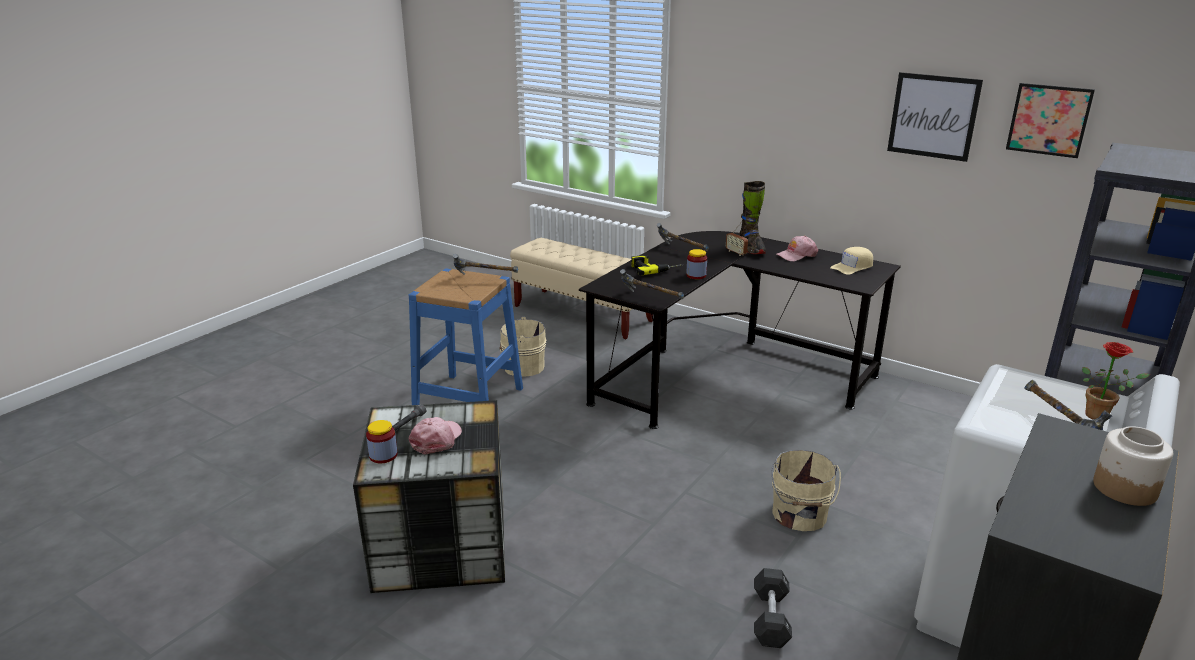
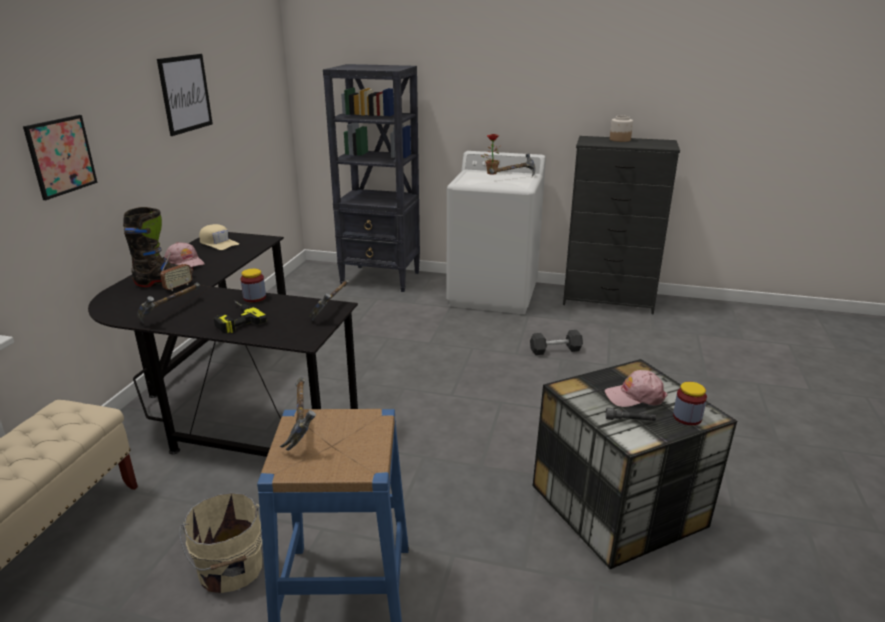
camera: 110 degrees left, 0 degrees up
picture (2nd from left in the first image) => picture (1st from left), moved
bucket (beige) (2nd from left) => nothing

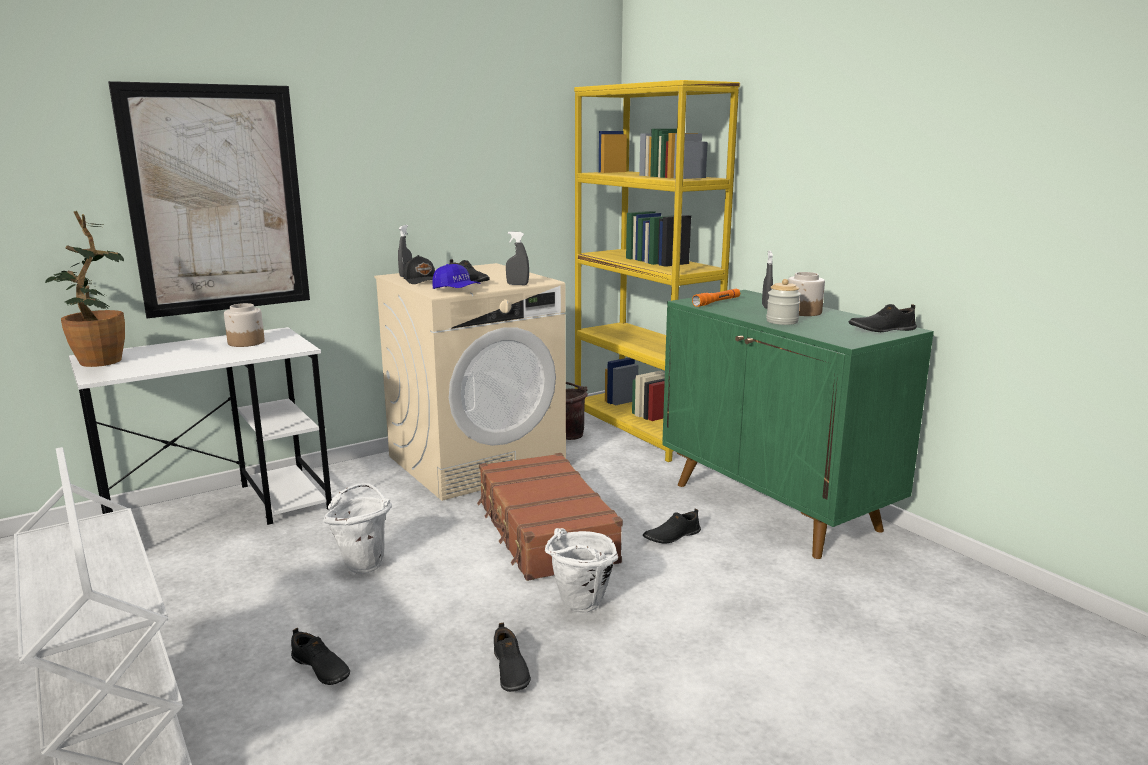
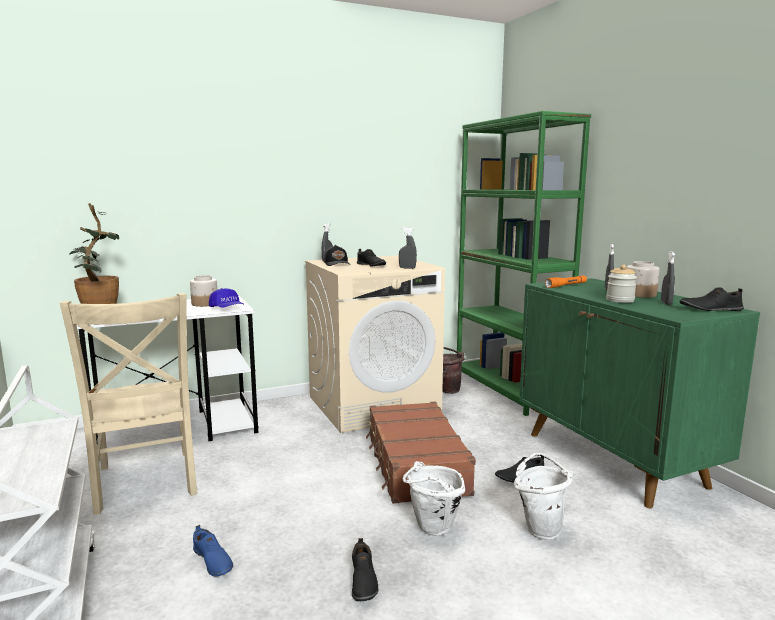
camera: 10 degrees right, 5 degrees down
bookcase (yellow) => bookcase (green)
picture => nothing
cap (blue), moved
bucket (white) (1st from left in the first image) => bucket (white) (2nd from left), moved
shoe (black) (1st from left) => shoe (blue)
nothing => spray bottle (grey) (4th from left)
nothing => chair (beige)

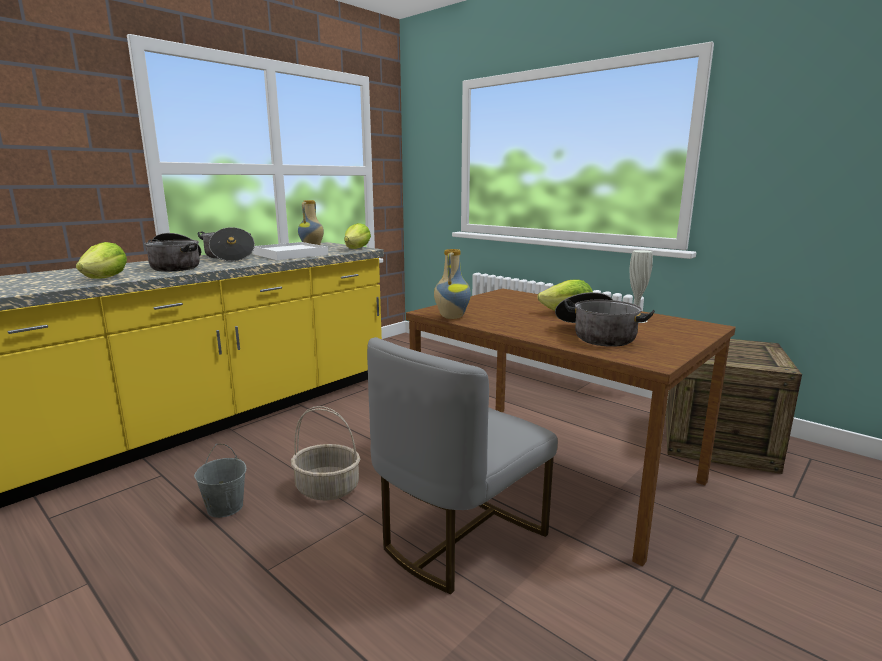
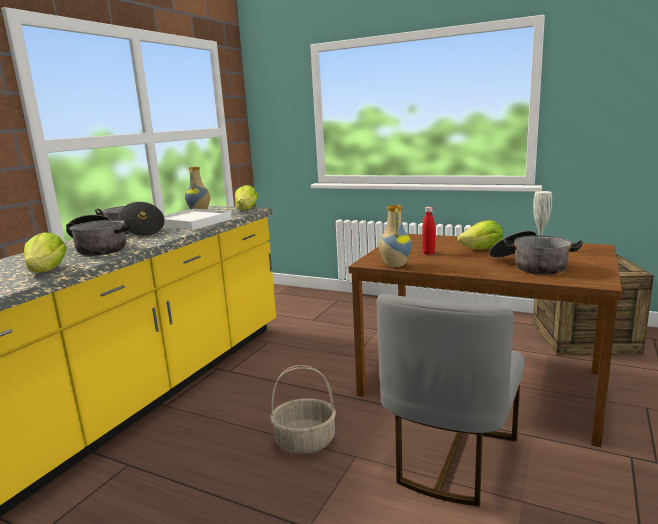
camera: 15 degrees left, 0 degrees up
bucket (grey) => nothing
nothing => bottle (red)

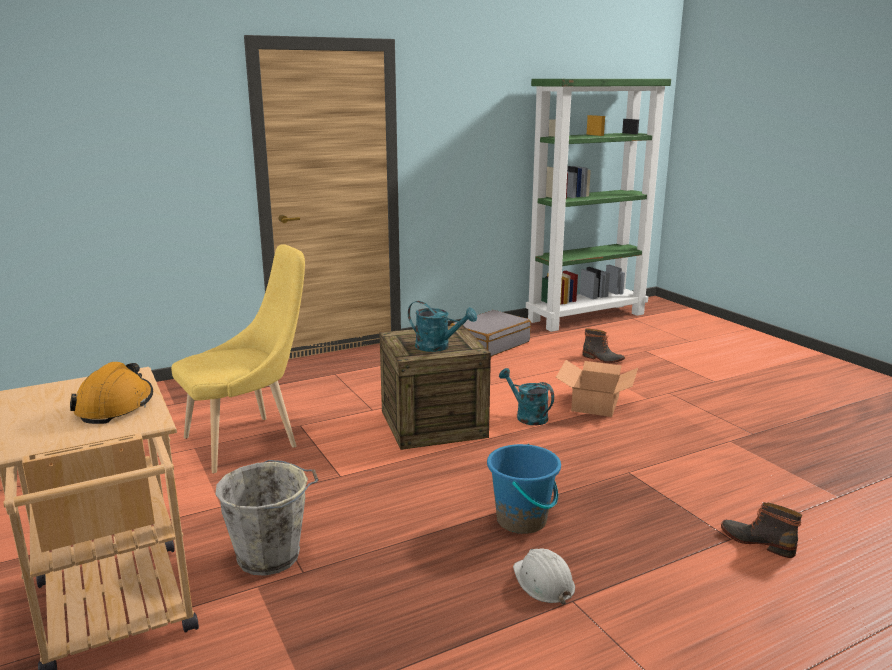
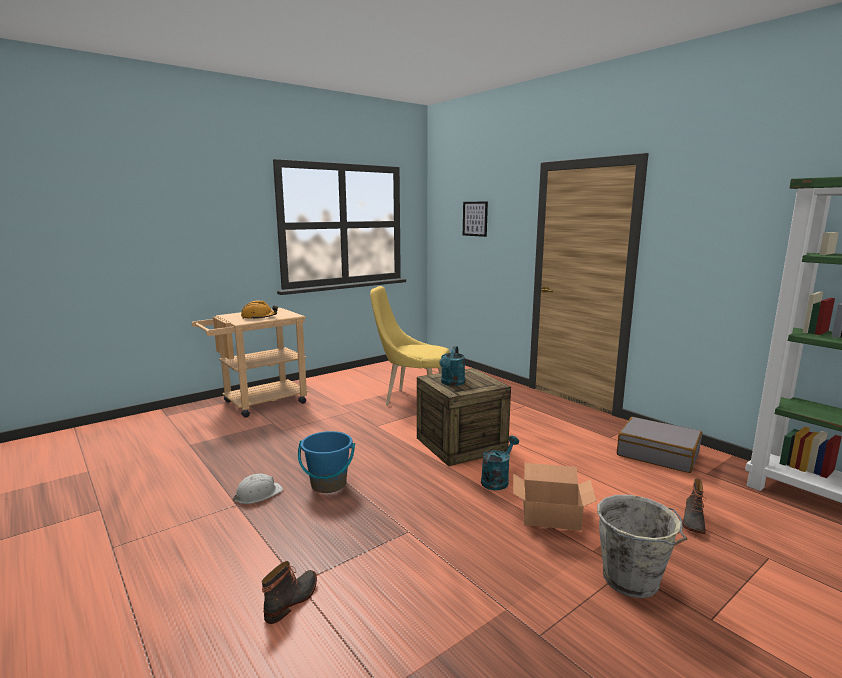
camera: 80 degrees right, 5 degrees down
chair (yellow), 150 degrees clockwise
bucket (grey), moved
nothing => picture

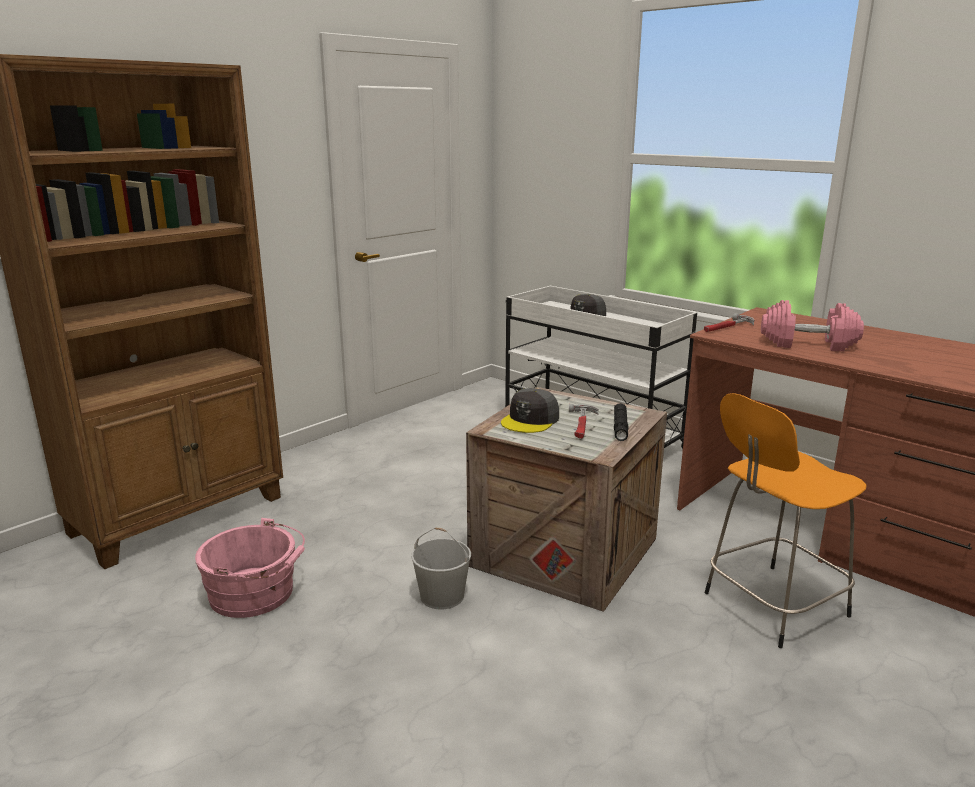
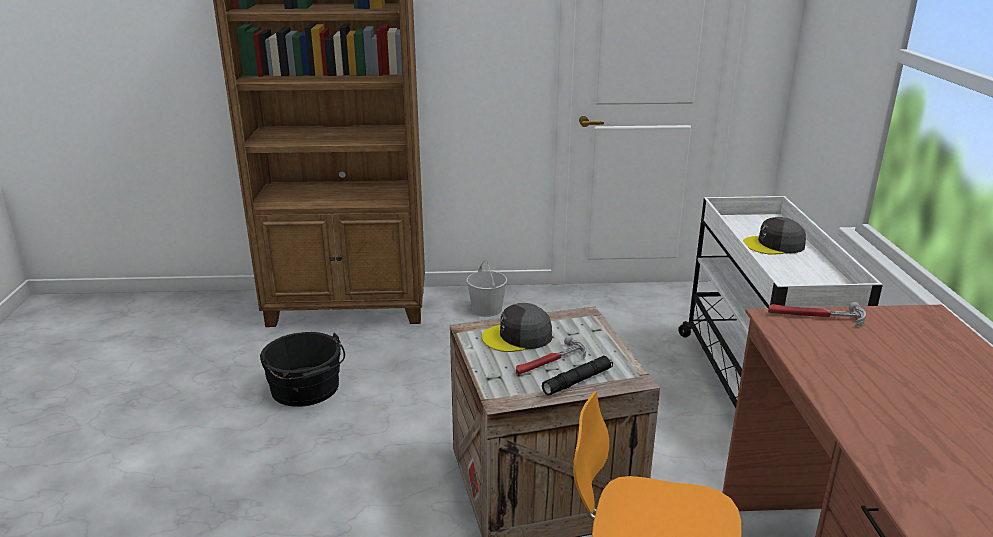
camera: 45 degrees right, 5 degrees up
dumbbell (pink) => nothing
bucket (pink) => bucket (black)
bucket (white), moved

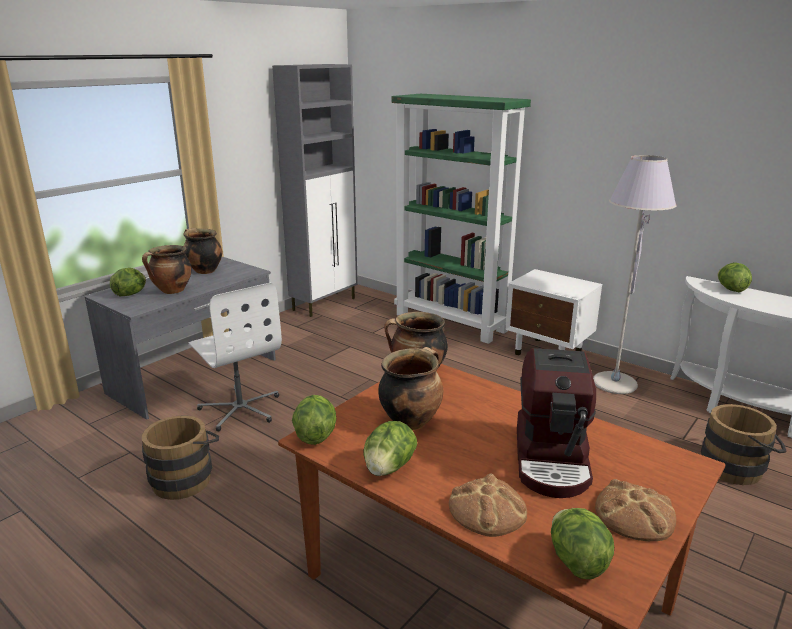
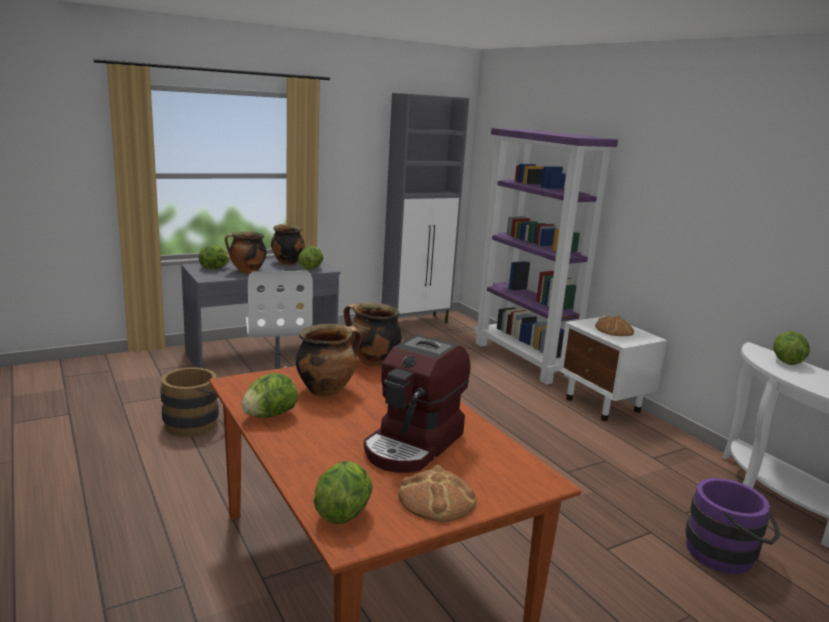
camera: 20 degrees right, 5 degrees down
bookcase (green) => bookcase (purple)
floor lamp (grey) => nothing
lettuce (2nd from left in the first image) => lettuce (3rd from left), moved
bucket (brown) (2nd from left) => bucket (purple)
bread (1st from left in the first image) => bread (2nd from left), moved

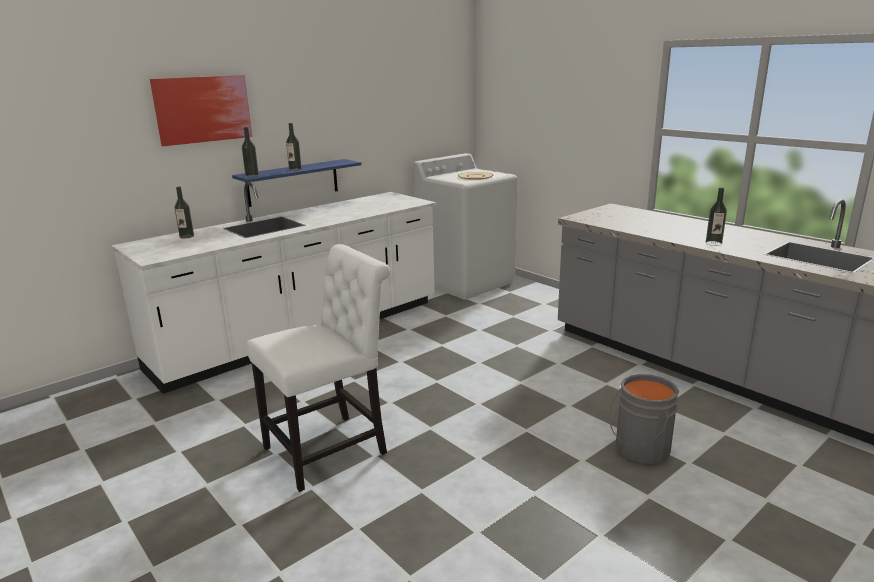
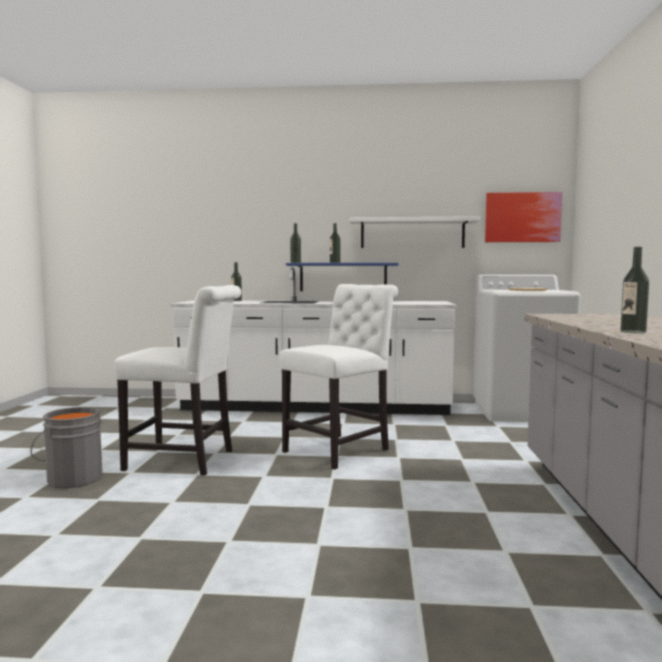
camera: 45 degrees right, 15 degrees down
picture, moved
bucket (grey), moved
nothing => shelf (white)
nothing => chair (white) (2nd from left)

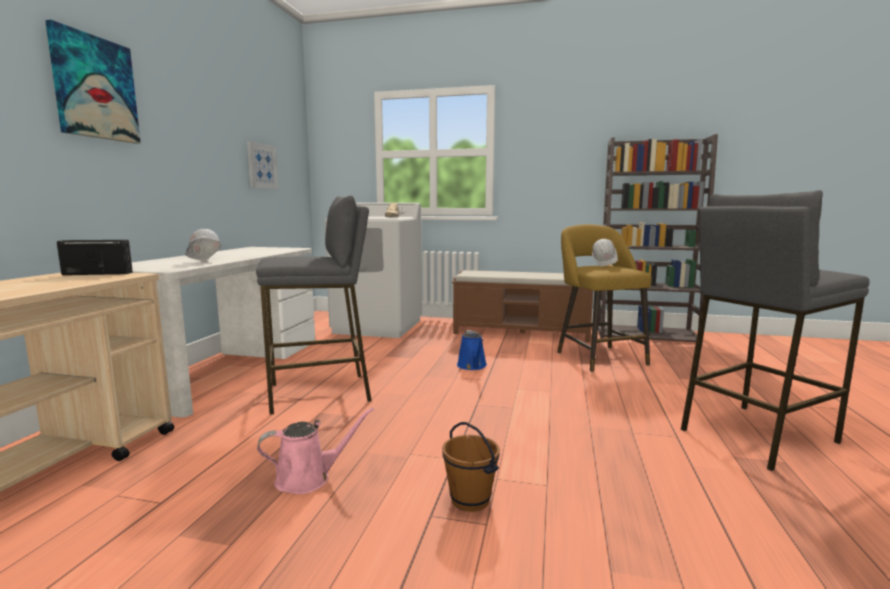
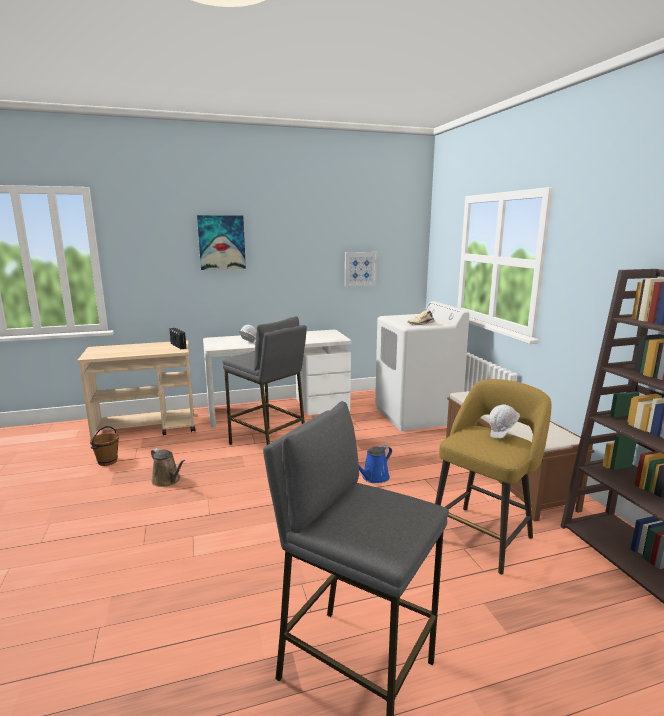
camera: 60 degrees right, 5 degrees up
watering can (pink) => watering can (brown)
bucket (brown), moved

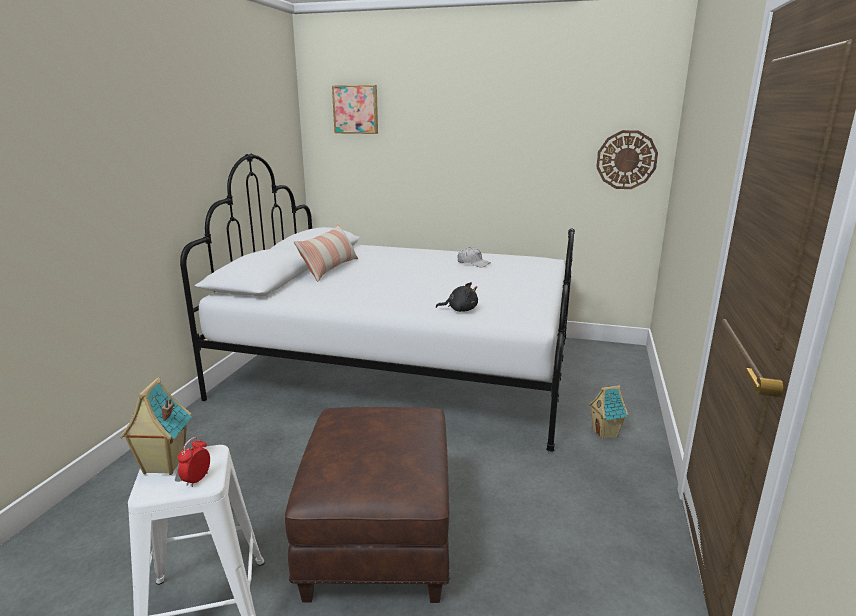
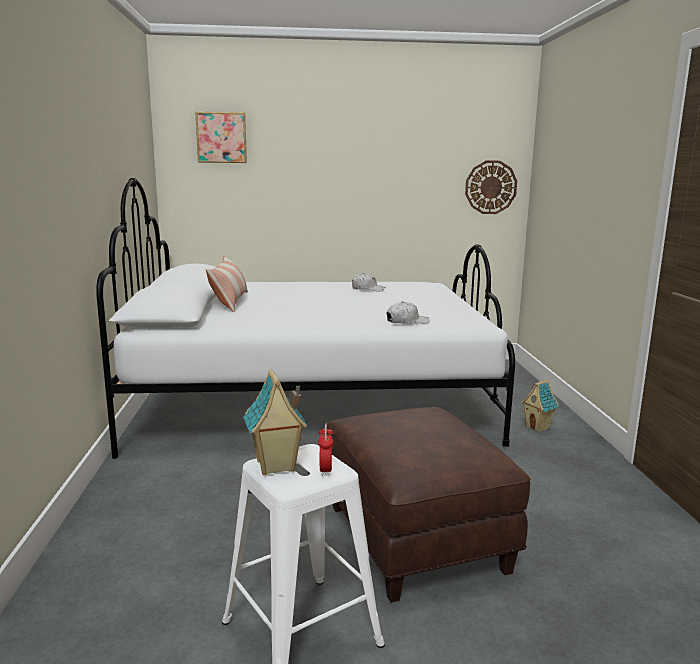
camera: 20 degrees left, 5 degrees down
plush toy (black) => cap (white) (2nd from left)

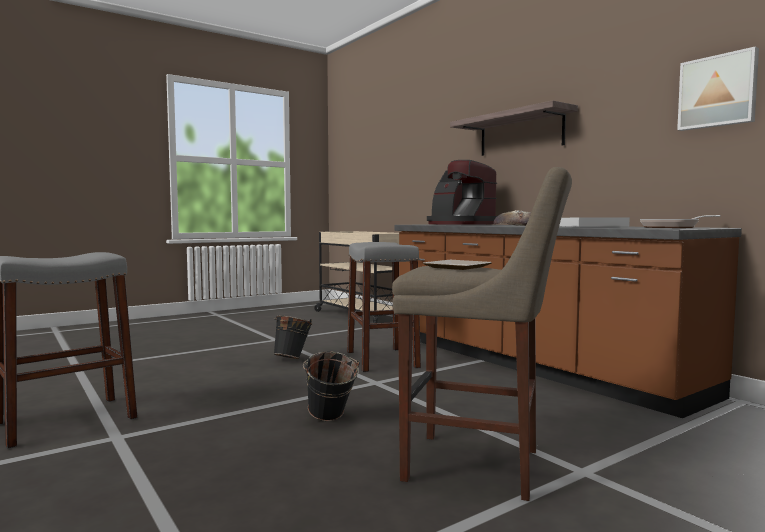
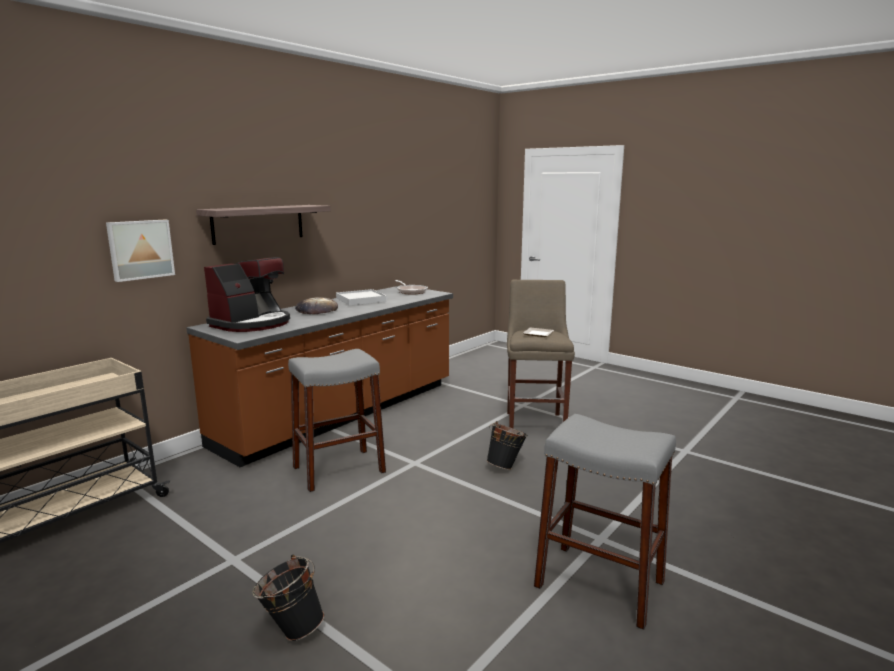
camera: 105 degrees left, 10 degrees up
picture, moved
bucket (black) (1st from left), moved

